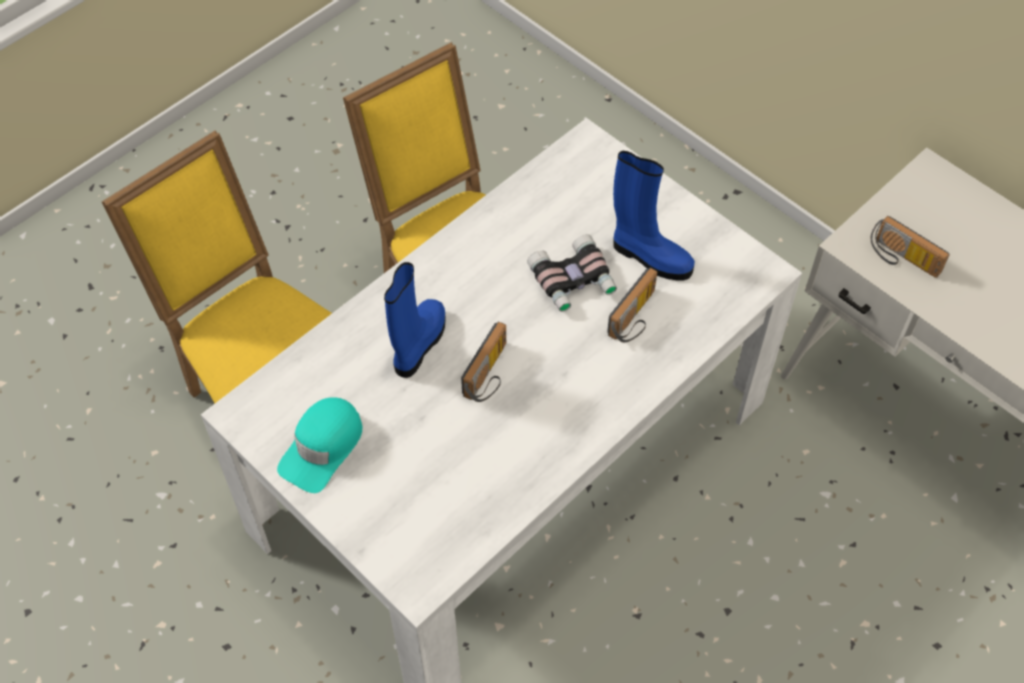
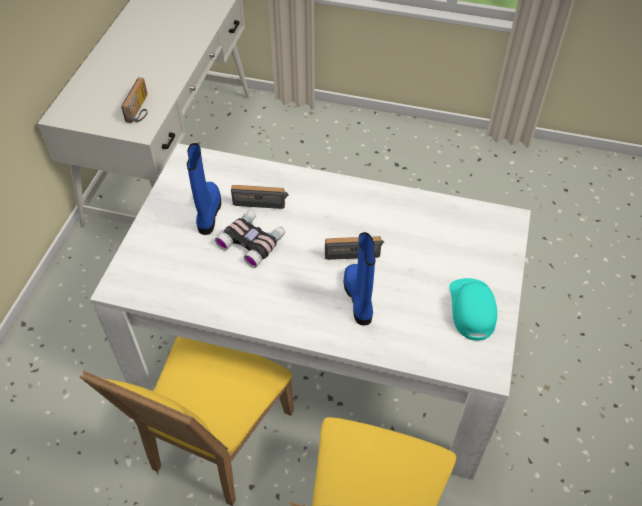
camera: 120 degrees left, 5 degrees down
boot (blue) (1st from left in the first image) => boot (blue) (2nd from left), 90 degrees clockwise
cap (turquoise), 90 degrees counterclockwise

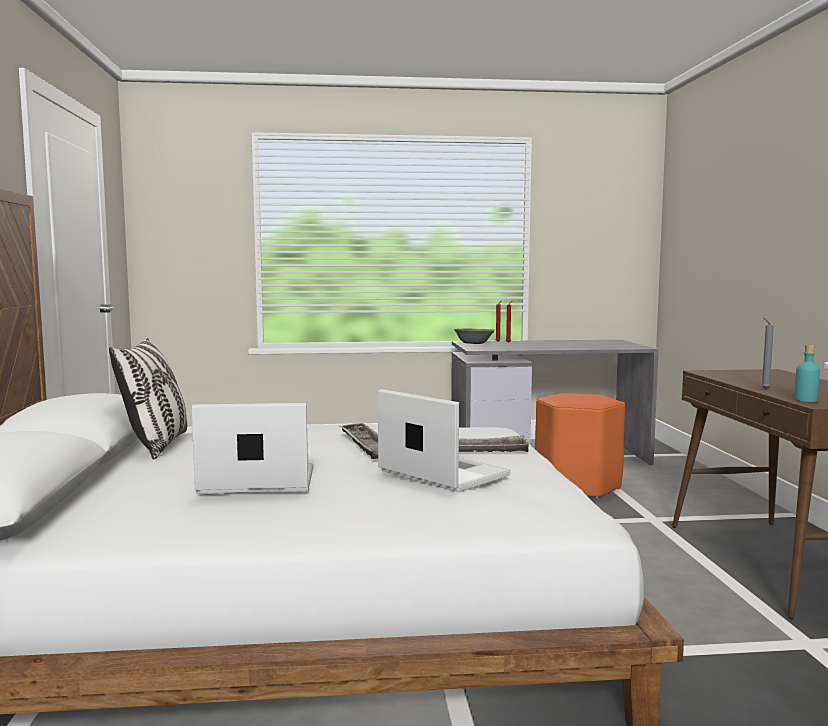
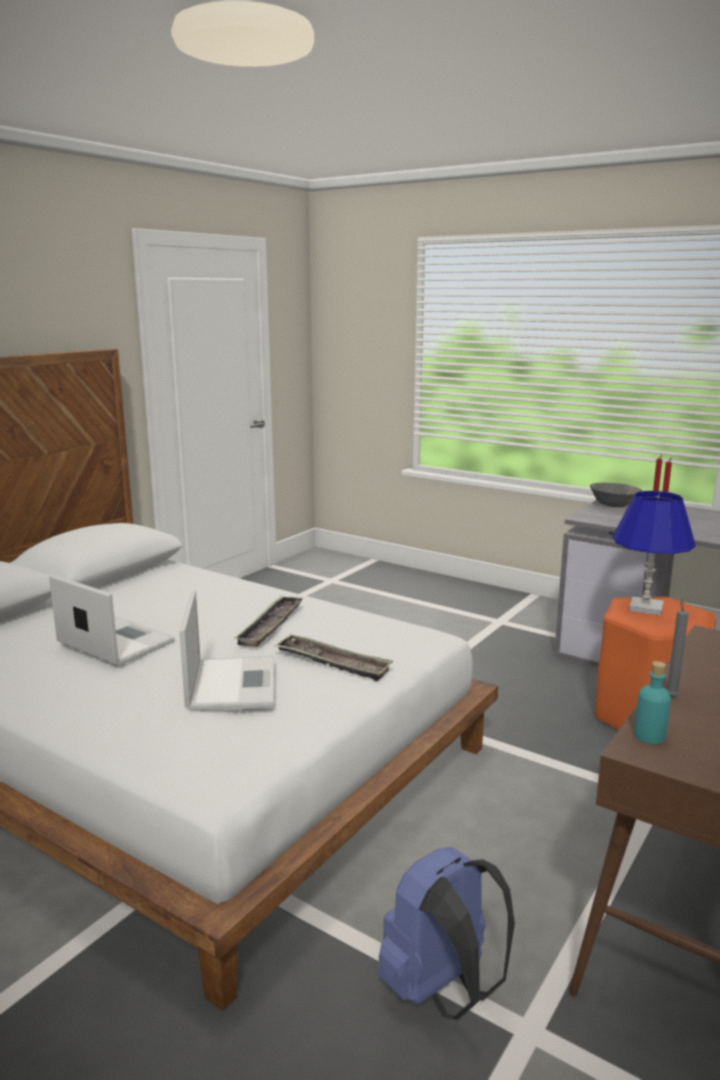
camera: 40 degrees right, 10 degrees up
pillow => nothing
nothing => table lamp (blue)
nothing => backpack (blue)

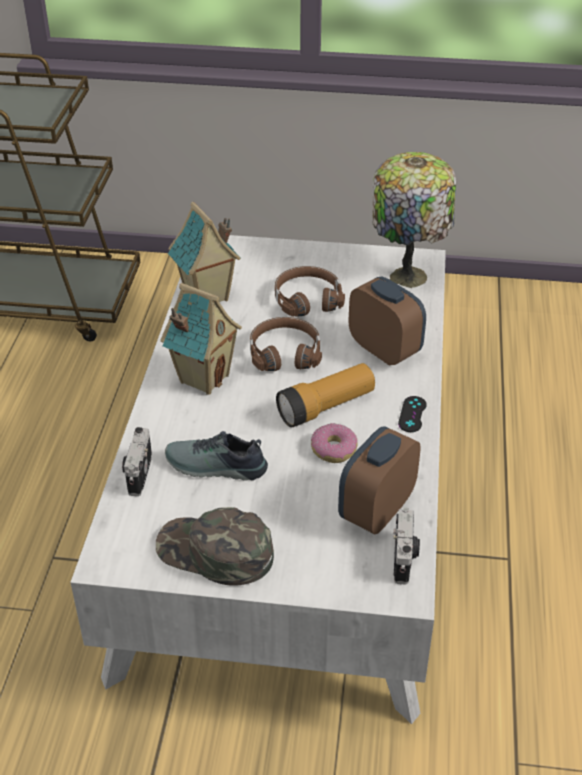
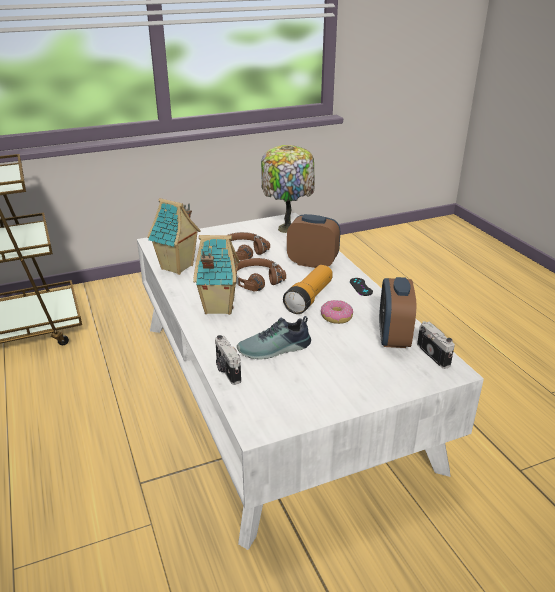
camera: 30 degrees left, 10 degrees down
cap (green) => nothing

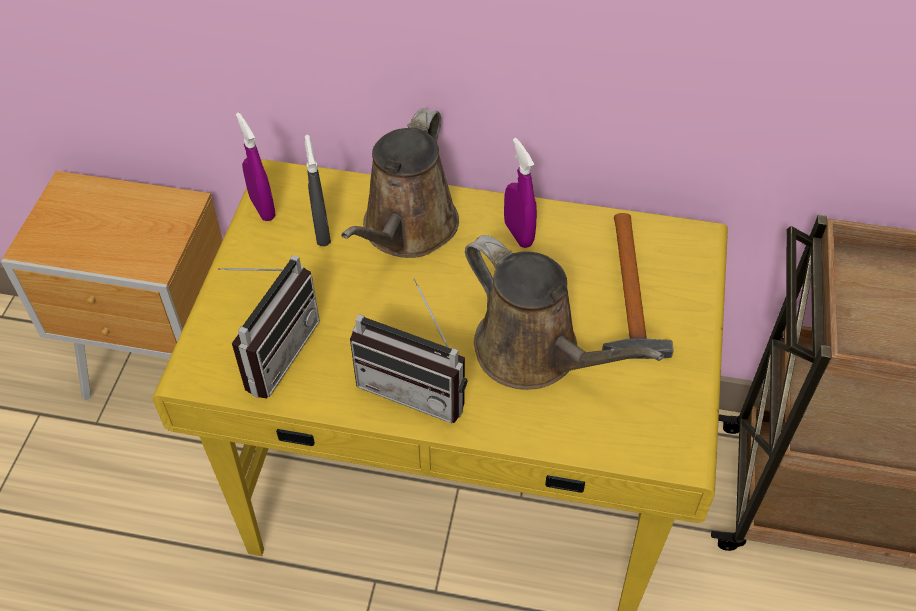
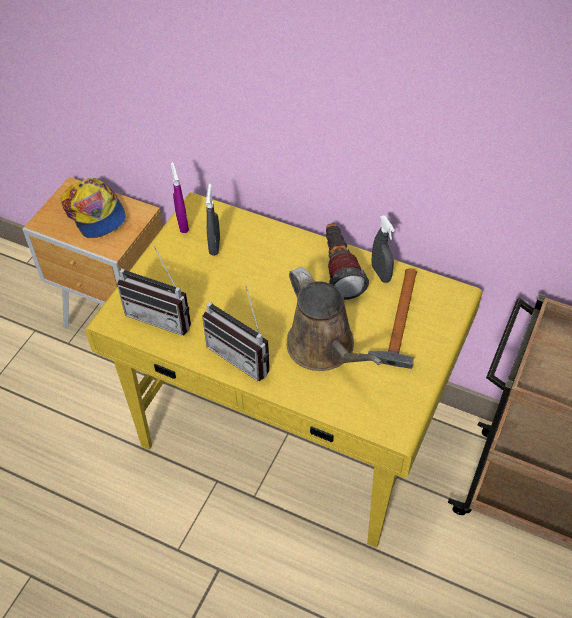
camera: 15 degrees right, 0 degrees up
watering can (brown) (1st from left) => nothing
spray bottle (purple) (2nd from left) => flashlight
radio (1st from left), 75 degrees clockwise
nothing => cap
nothing => spray bottle (grey) (2nd from left)

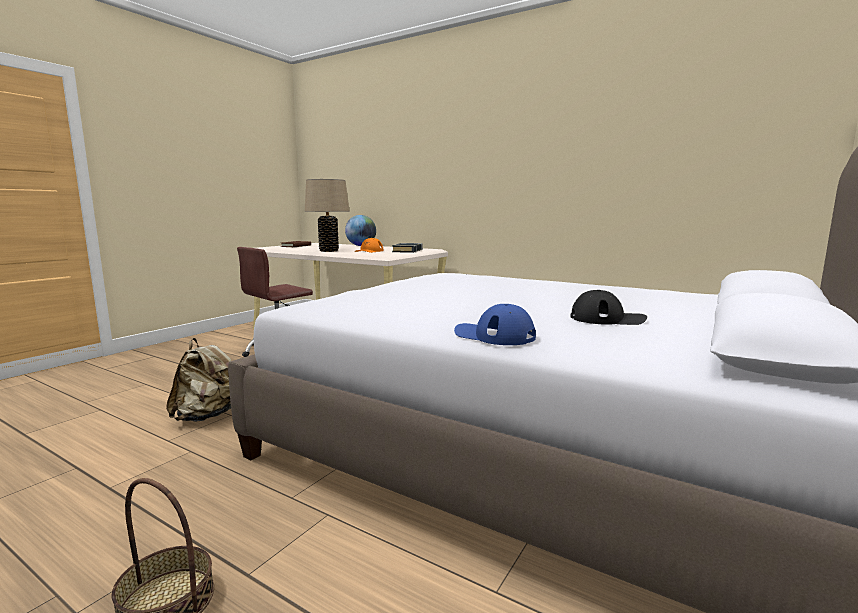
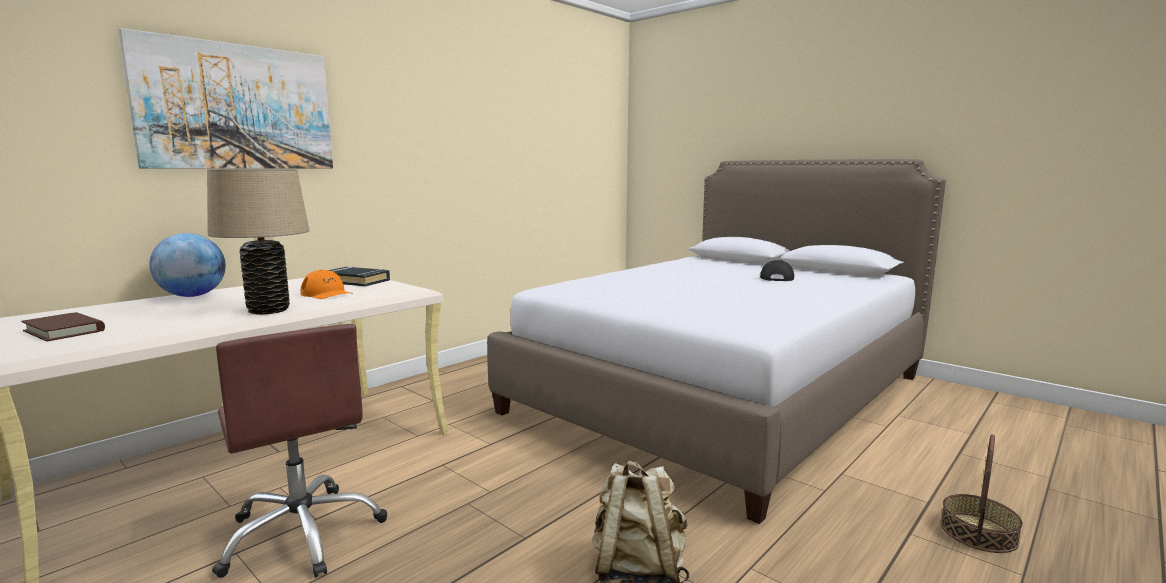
camera: 80 degrees left, 0 degrees up
cap (blue) => nothing
nothing => picture

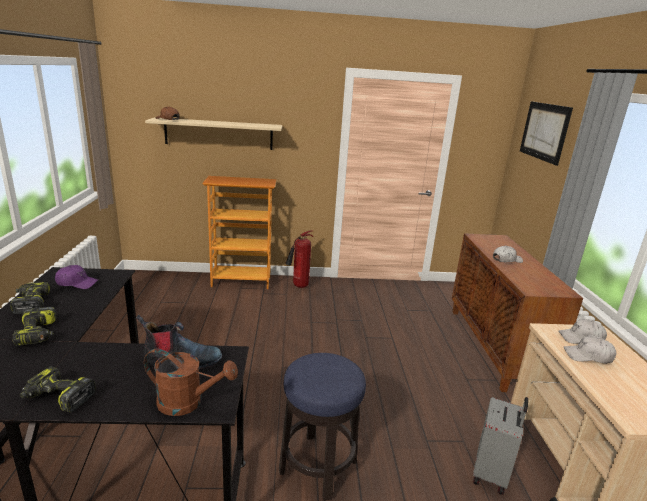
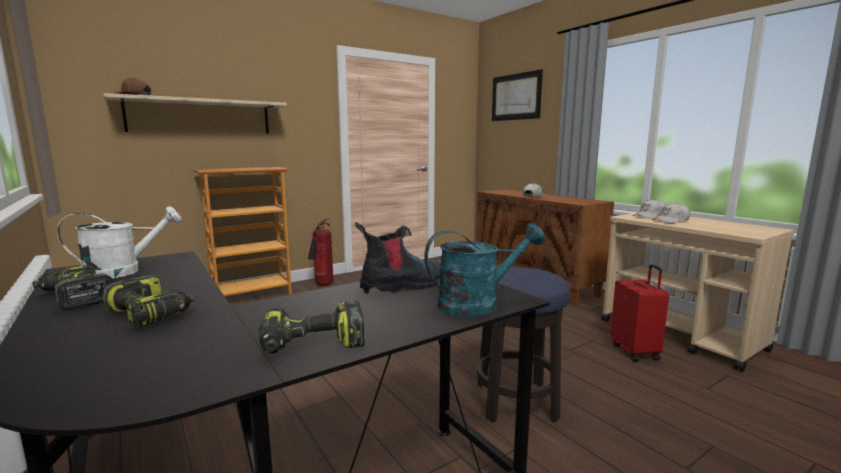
camera: 30 degrees left, 10 degrees down
cap (purple) => watering can (white)
watering can (brown) => watering can (turquoise)
suitcase (grey) => suitcase (red)

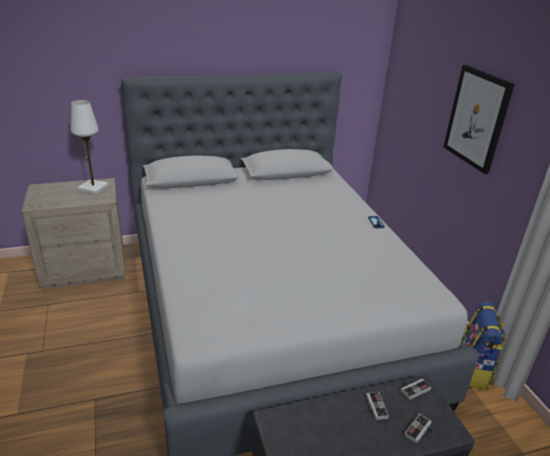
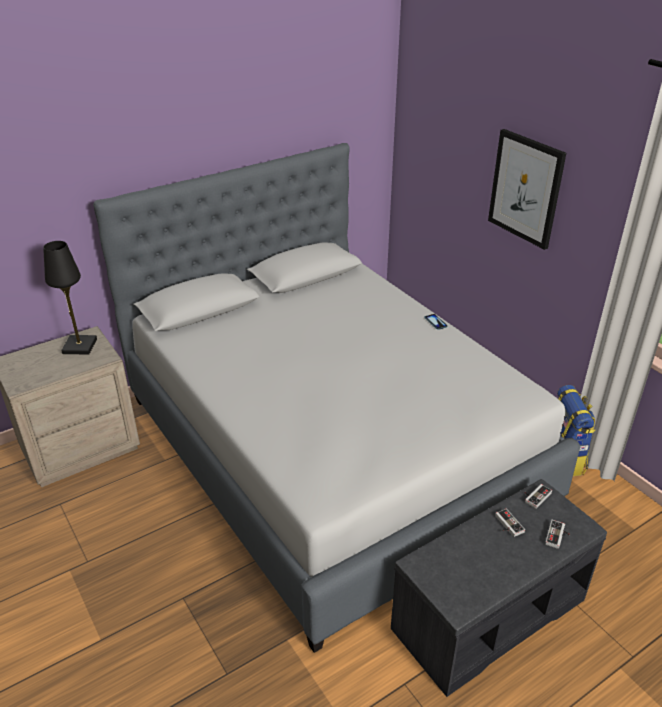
camera: 15 degrees left, 5 degrees up
table lamp (white) => table lamp (black)

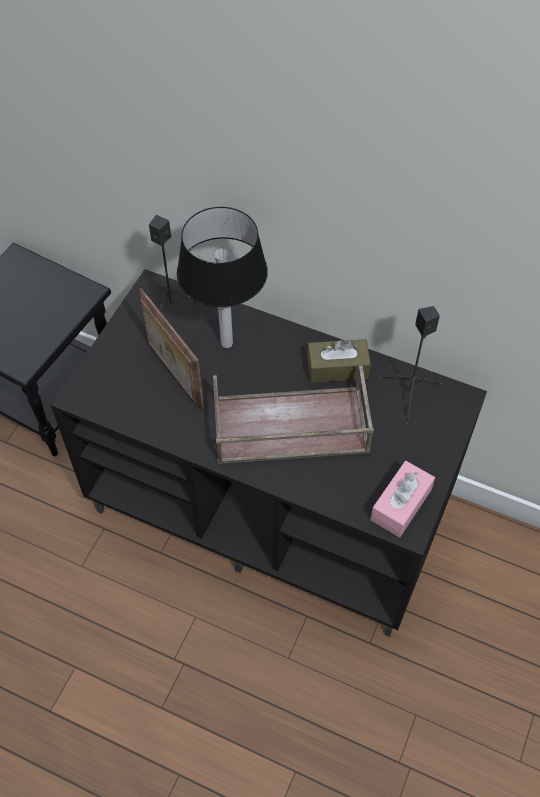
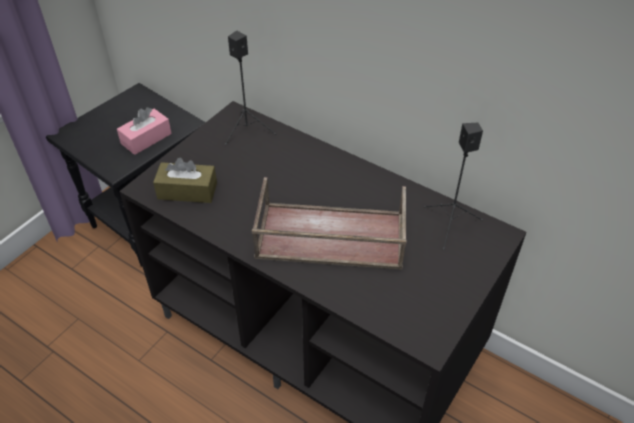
camera: 10 degrees right, 10 degrees down
table lamp => nothing
picture frame => nothing
tissue box (brown), moved
tissue box (pink), moved

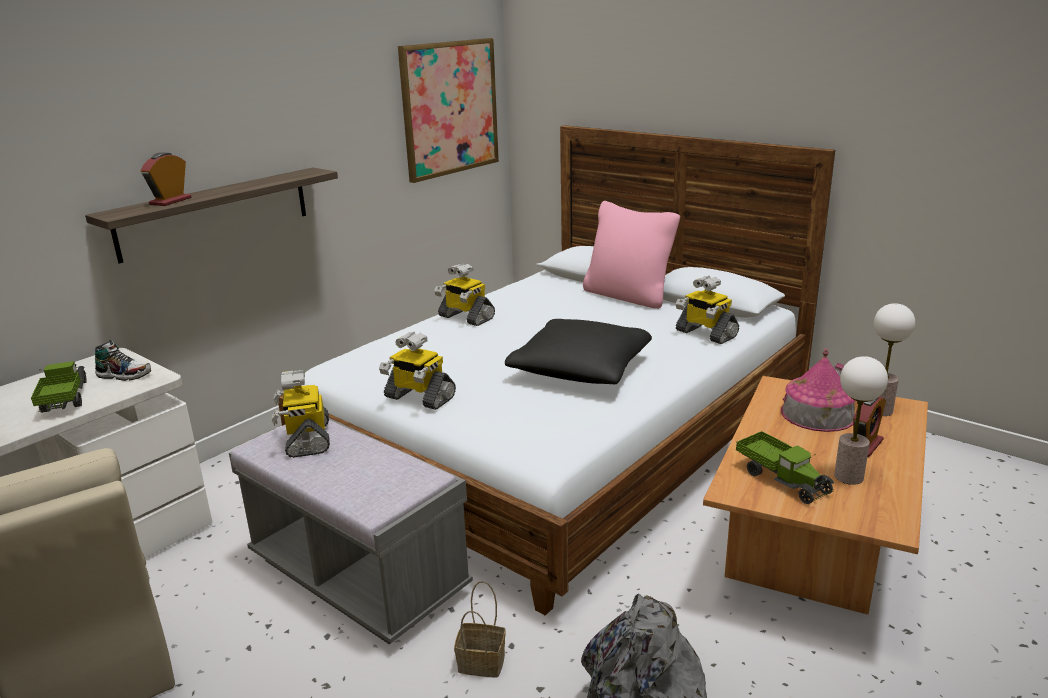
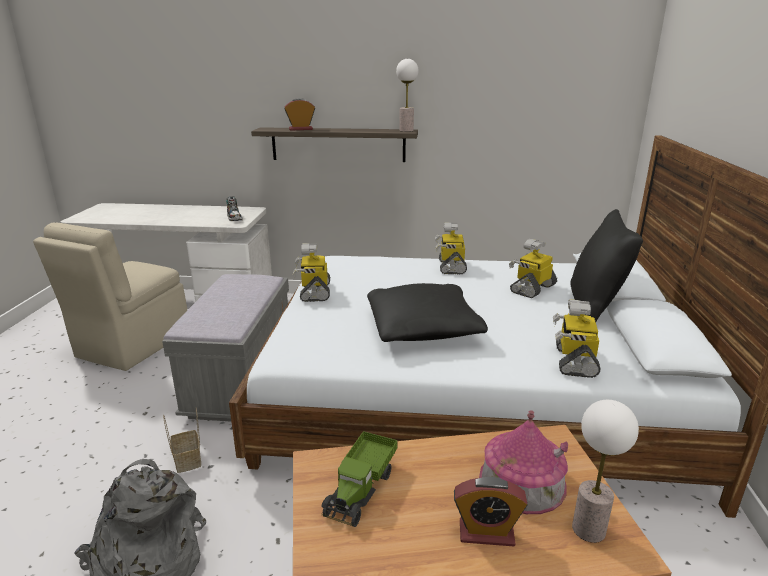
camera: 55 degrees right, 0 degrees up
picture => nothing
pillow (pink) => pillow (black) (2nd from left)
table lamp (1st from left), moved
toy truck (1st from left) => nothing
toy robot (1st from left in the first image) => toy robot (3rd from left), moved

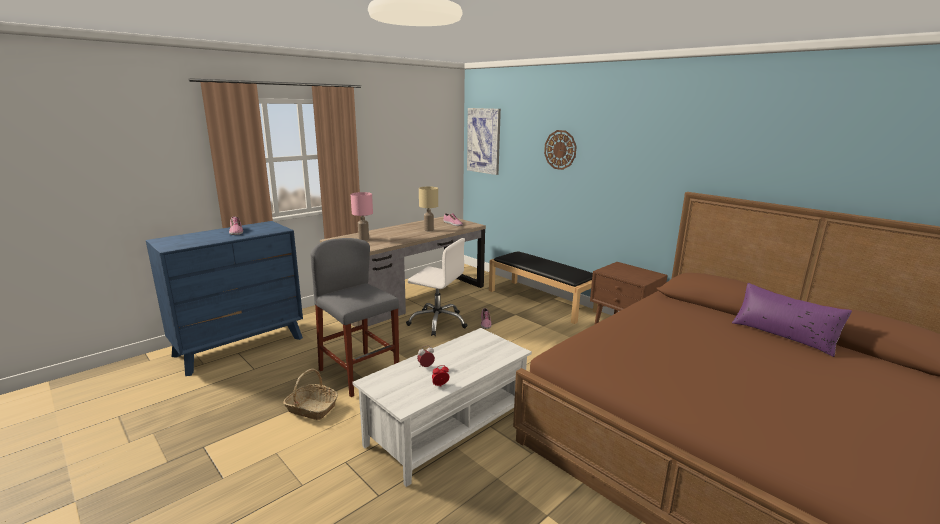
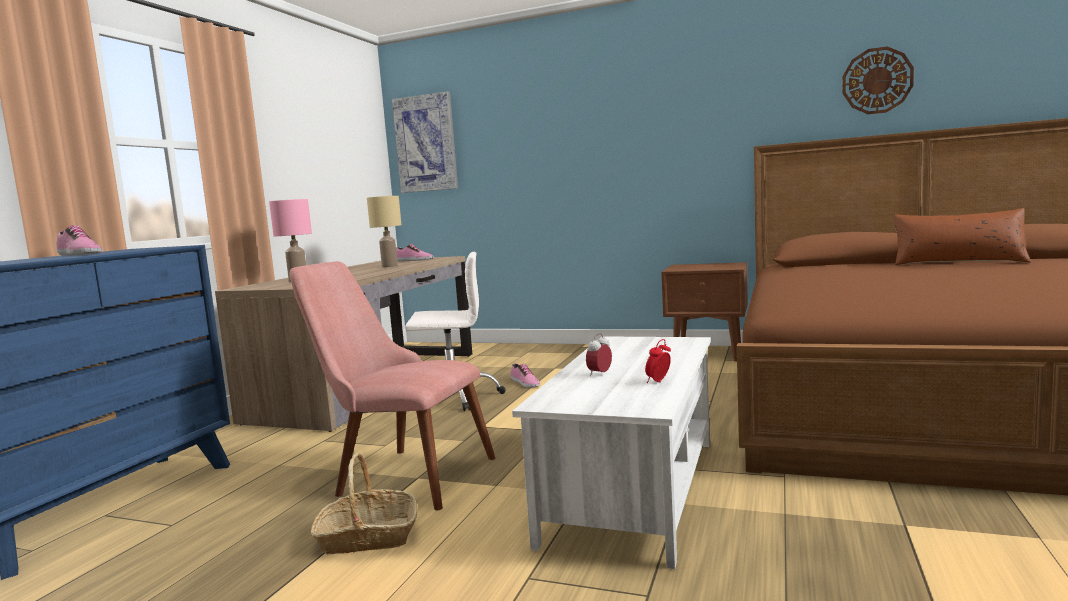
camera: 25 degrees left, 10 degrees down
wall clock, moved
stool (grey) => chair (pink)
bench (black) => nothing
pillow (purple) => pillow (brown)

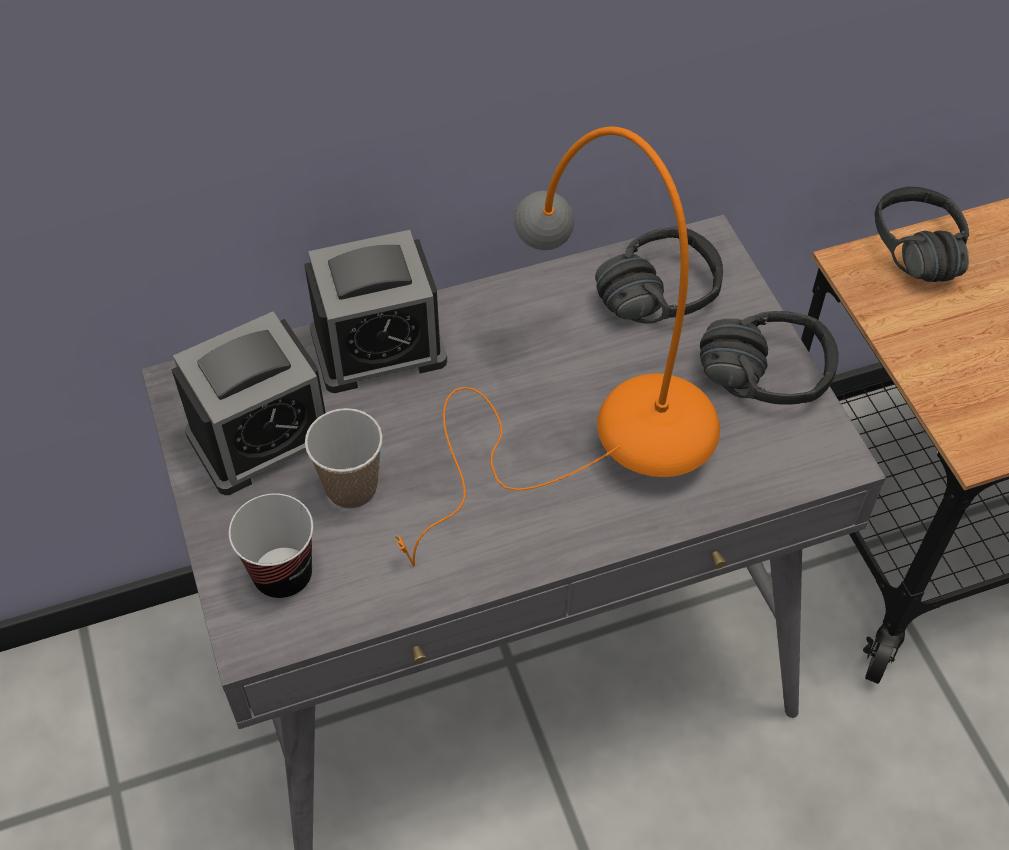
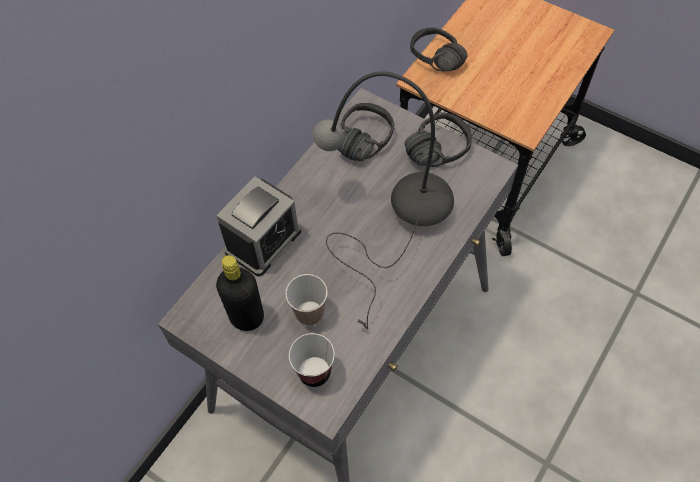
camera: 35 degrees left, 5 degrees up
table lamp (orange) => table lamp (grey)
alarm clock (1st from left) => bottle (black)

